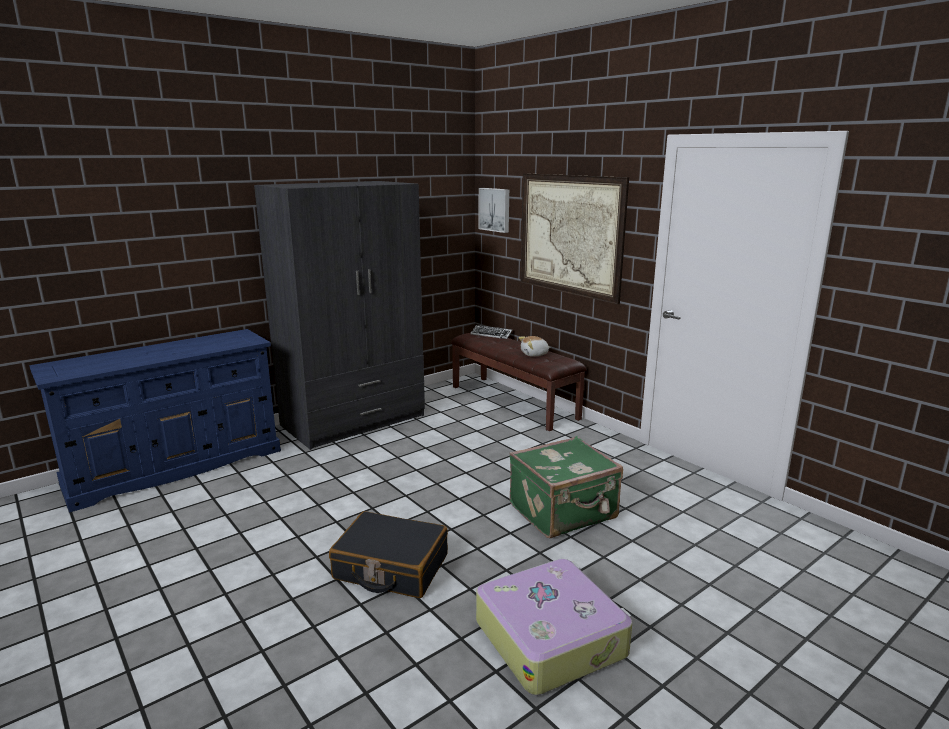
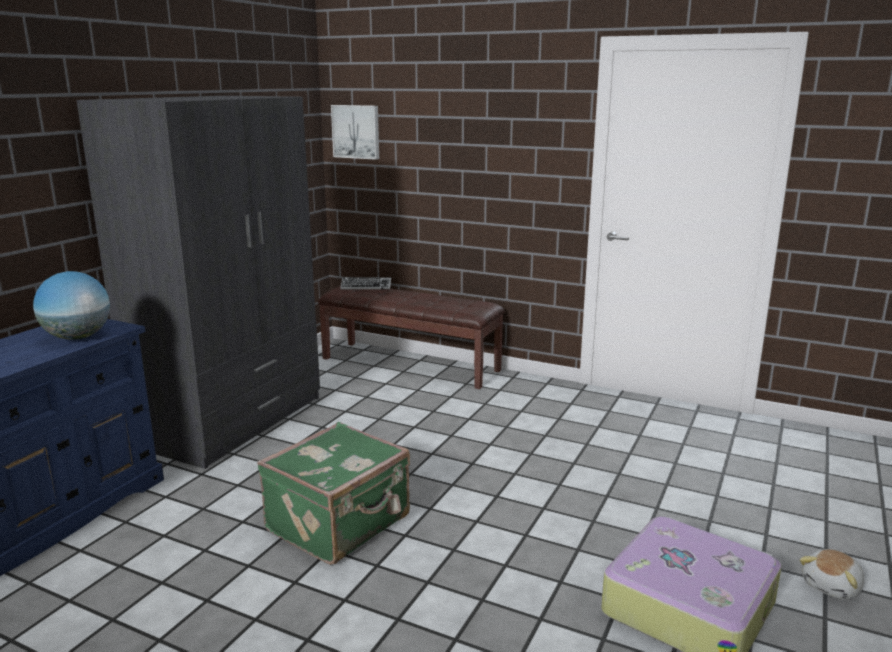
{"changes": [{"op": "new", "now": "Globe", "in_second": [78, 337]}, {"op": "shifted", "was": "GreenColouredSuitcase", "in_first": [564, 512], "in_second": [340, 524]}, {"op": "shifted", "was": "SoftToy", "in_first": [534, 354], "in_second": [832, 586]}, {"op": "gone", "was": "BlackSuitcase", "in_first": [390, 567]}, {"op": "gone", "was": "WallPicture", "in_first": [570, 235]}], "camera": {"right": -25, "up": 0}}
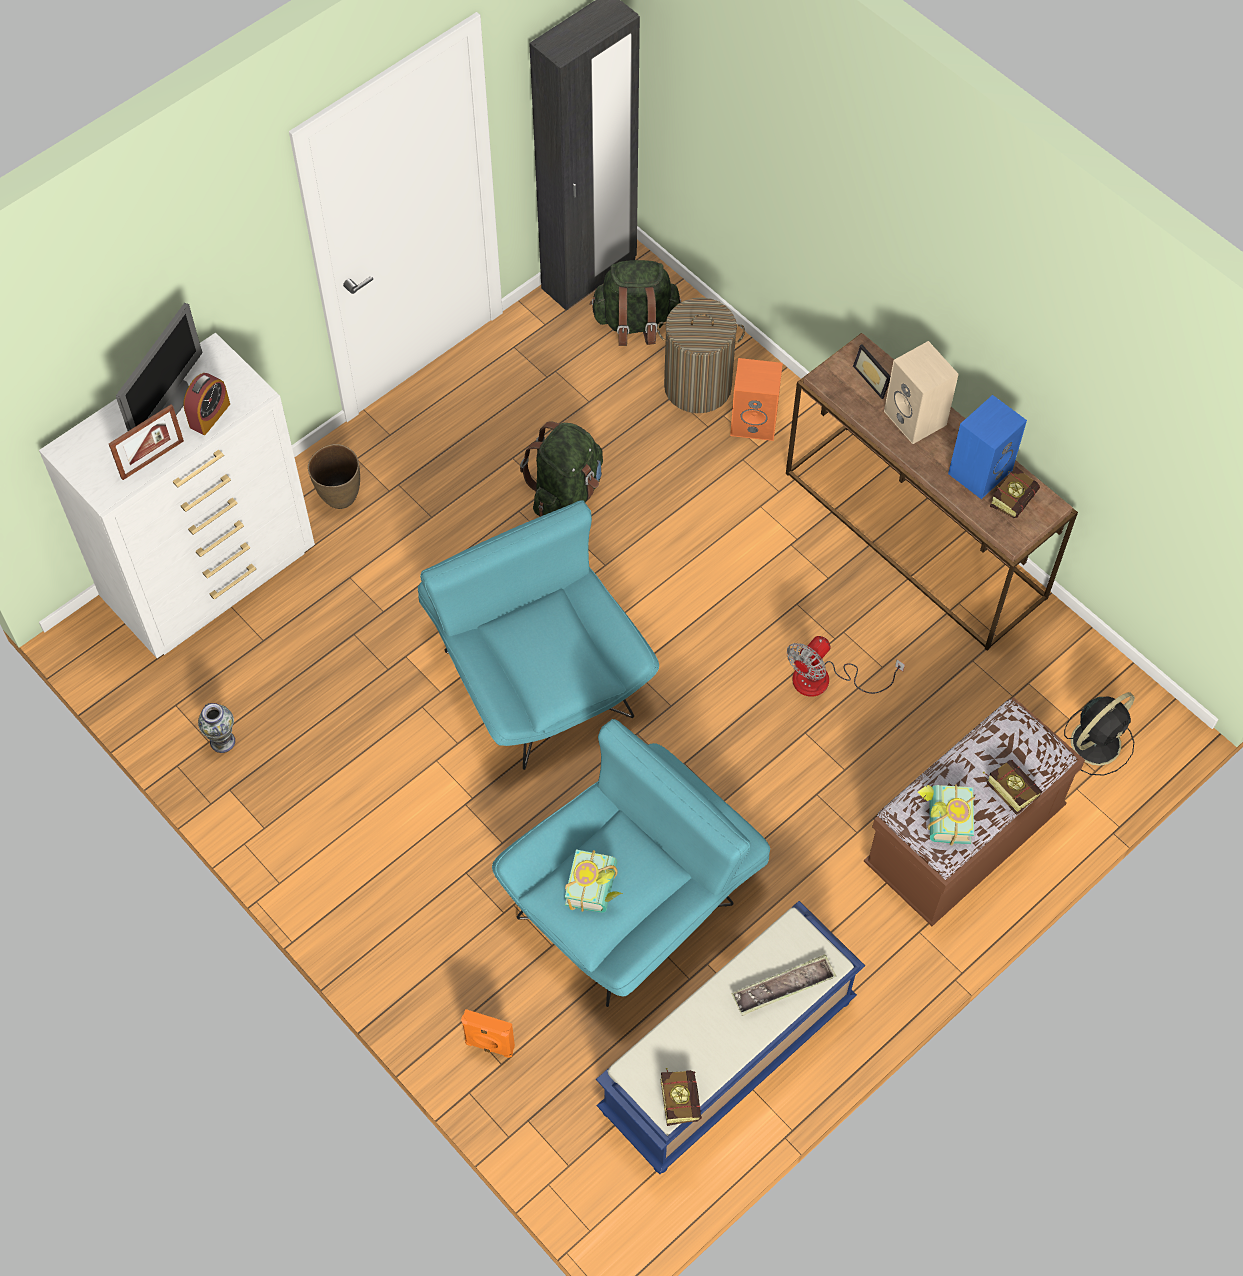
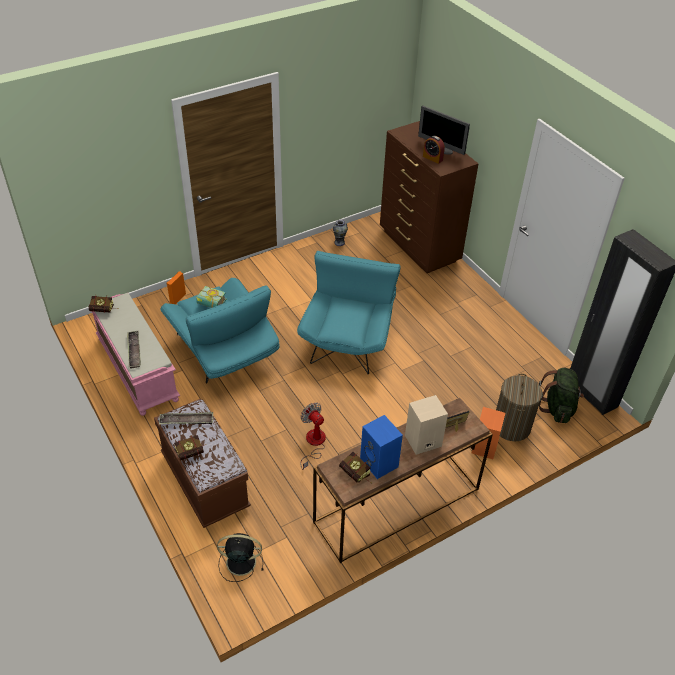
{"changes": [{"op": "repainted", "was": "BlueIndoorBench", "now": "PinkIndoorBench", "in_first": [727, 1058], "in_second": [136, 369]}, {"op": "swapped", "was": "Volume", "now": "CarryingTray", "in_first": [942, 819], "in_second": [186, 421]}, {"op": "rotated", "was": "BlackFan", "in_first": [1097, 741], "in_second": [239, 562], "clockwise": 120}, {"op": "rotated", "was": "BlueGreenEasyChair", "in_first": [535, 669], "in_second": [349, 337], "clockwise": -60}, {"op": "repainted", "was": "WhitishDresser", "now": "BrownDresser", "in_first": [212, 578], "in_second": [419, 247]}, {"op": "gone", "was": "PhotoFrame", "in_first": [152, 459]}, {"op": "gone", "was": "BrownVase", "in_first": [340, 498]}, {"op": "gone", "was": "GreenColouredKnapsack", "in_first": [566, 492]}], "camera": {"right": 100, "up": -15}}
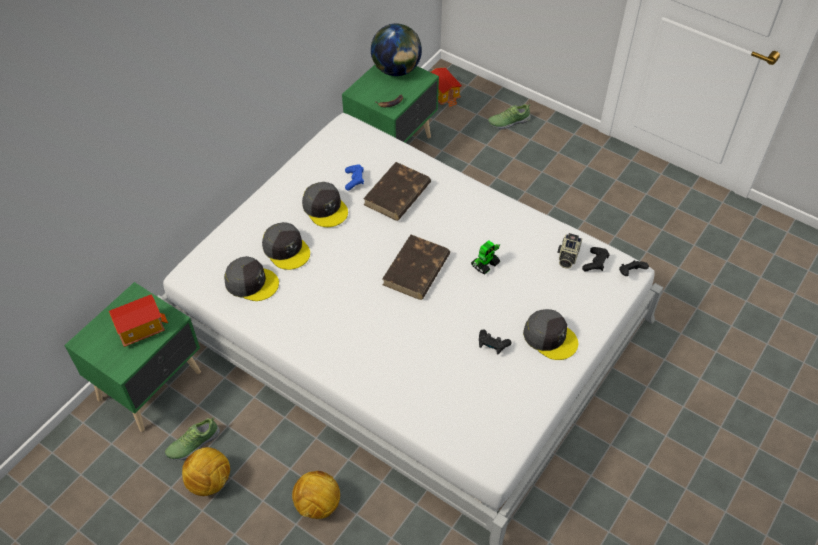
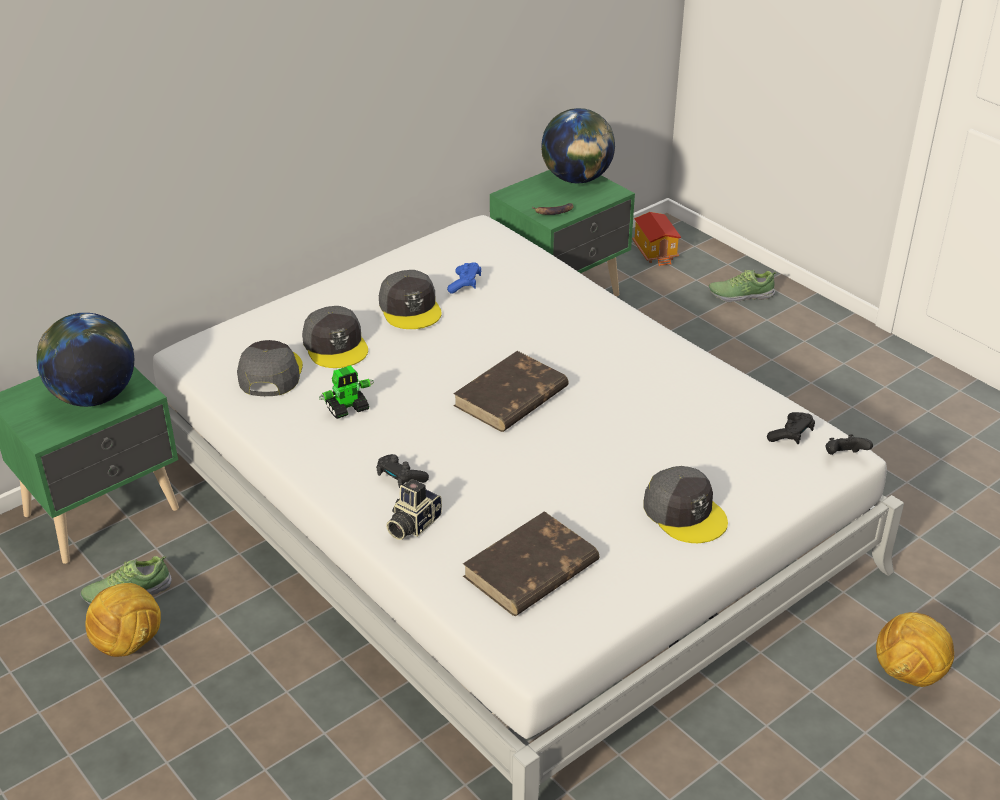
{"changes": [{"op": "swapped", "was": "MiniatureHouse", "now": "Globe", "in_first": [141, 328], "in_second": [94, 397]}, {"op": "rotated", "was": "GreyBaseballCap", "in_first": [251, 282], "in_second": [270, 374], "clockwise": -120}, {"op": "shifted", "was": "ToyRobot", "in_first": [485, 264], "in_second": [348, 408]}, {"op": "shifted", "was": "BlackGameController", "in_first": [492, 345], "in_second": [400, 478]}, {"op": "shifted", "was": "StillCamera", "in_first": [567, 256], "in_second": [412, 524]}, {"op": "shifted", "was": "BrownVolume", "in_first": [397, 194], "in_second": [530, 570]}, {"op": "shifted", "was": "Football", "in_first": [318, 505], "in_second": [908, 675]}], "camera": {"right": 15, "up": -15}}
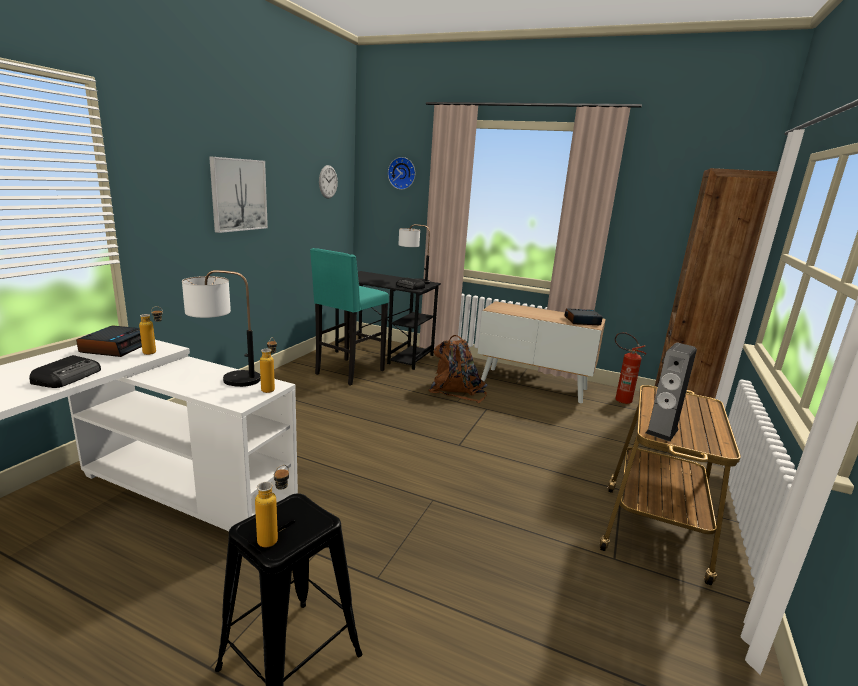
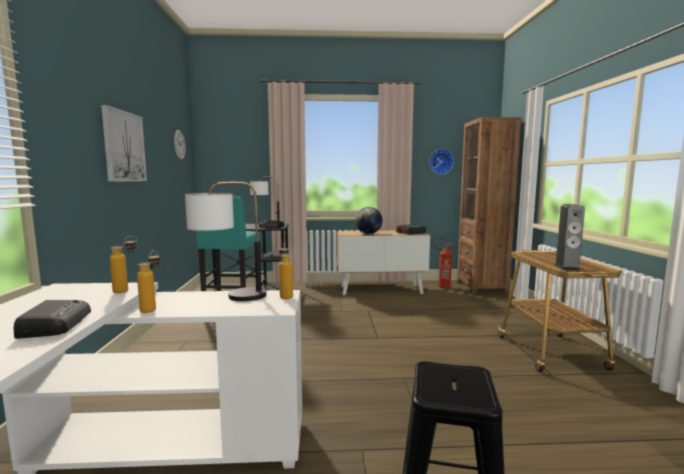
{"changes": [{"op": "shifted", "was": "Bottle", "in_first": [275, 537], "in_second": [152, 308]}, {"op": "new", "now": "Globe", "in_second": [368, 234]}, {"op": "shifted", "was": "WallClock", "in_first": [402, 173], "in_second": [440, 161]}, {"op": "gone", "was": "BedsideClock", "in_first": [115, 347]}, {"op": "gone", "was": "BrownKnapsack", "in_first": [457, 390]}], "camera": {"right": -25, "up": -10}}
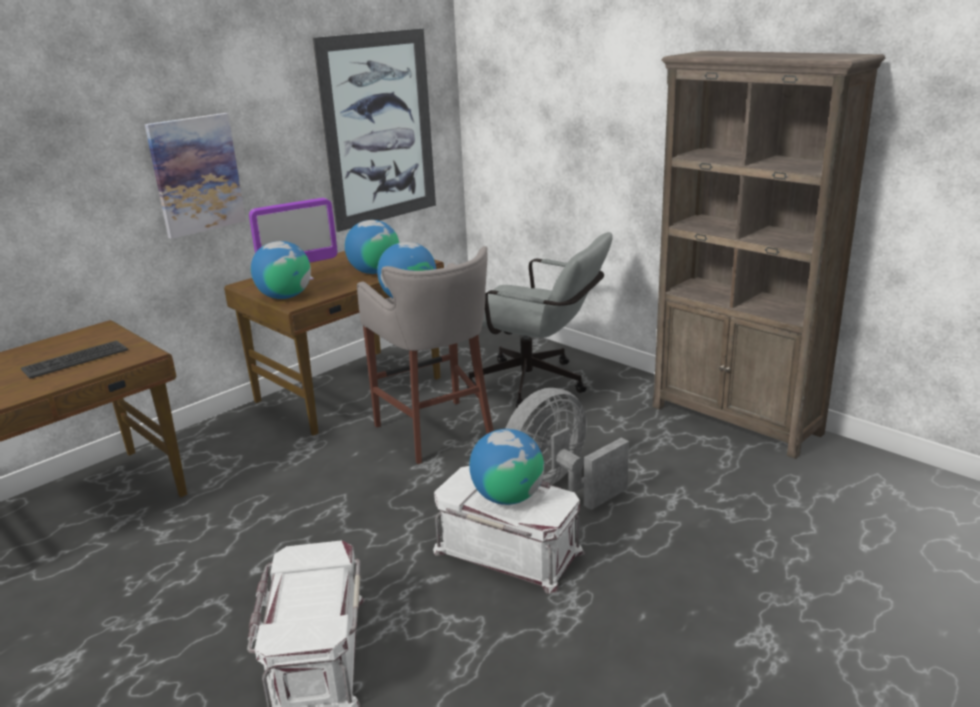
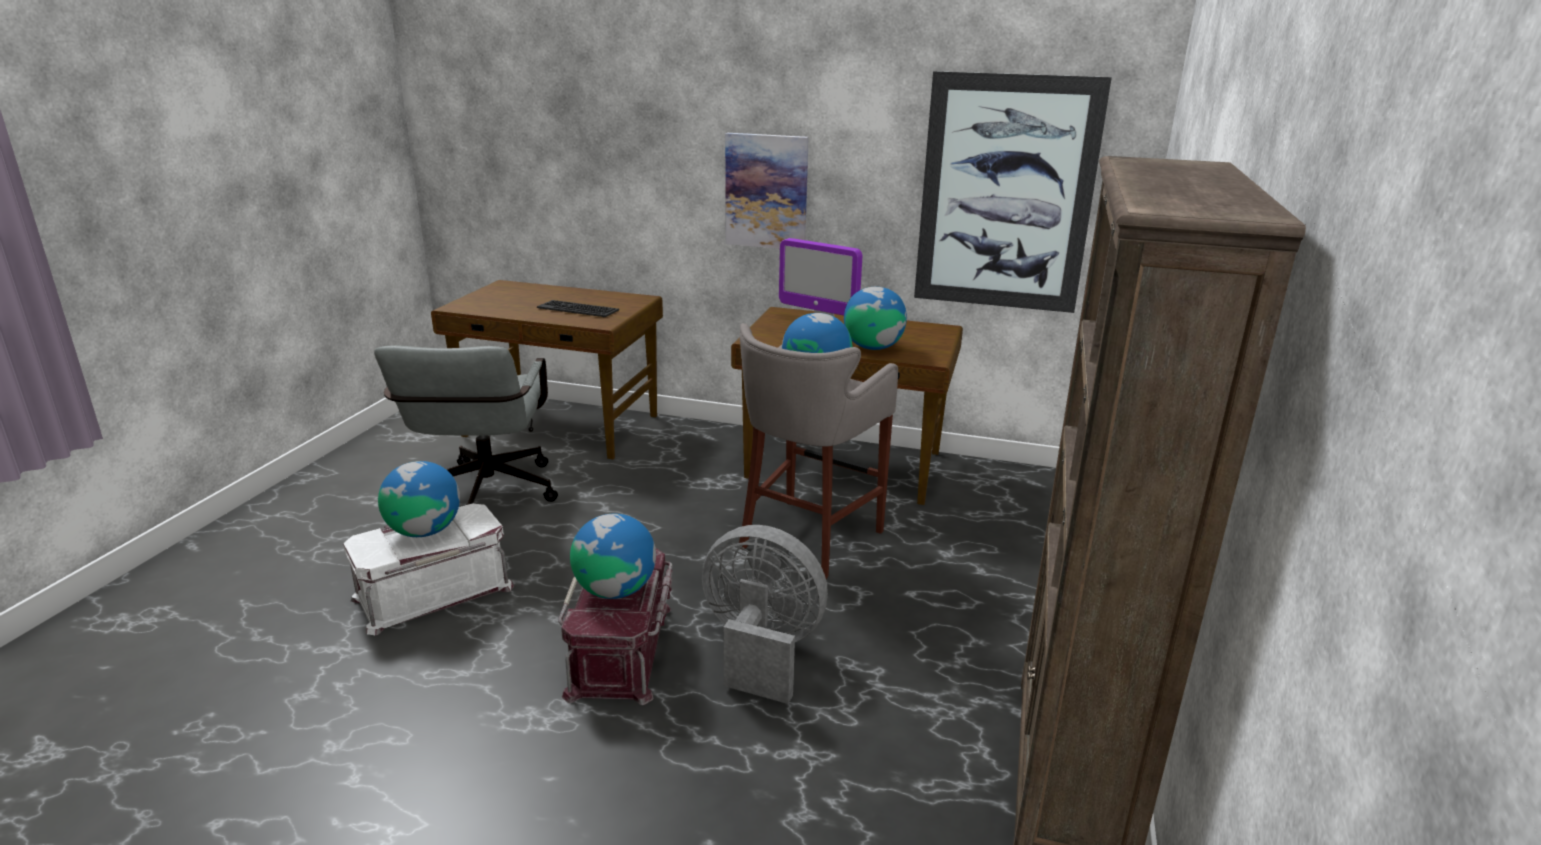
{"changes": [{"op": "shifted", "was": "GreyDeskChair", "in_first": [538, 385], "in_second": [485, 498]}, {"op": "shifted", "was": "Globe", "in_first": [285, 297], "in_second": [424, 531]}, {"op": "repainted", "was": "WhitishStorageContainer", "now": "RedStorageContainer", "in_first": [509, 550], "in_second": [622, 650]}], "camera": {"right": 60, "up": 0}}
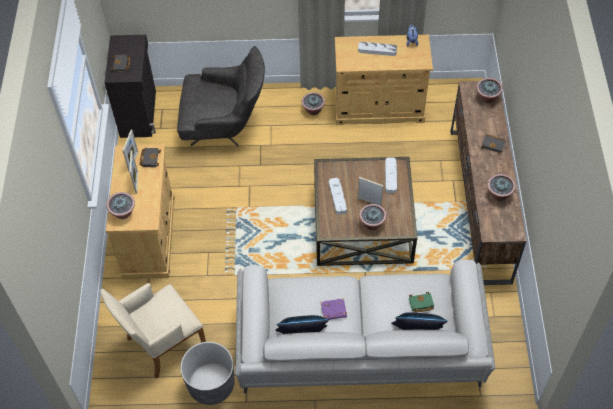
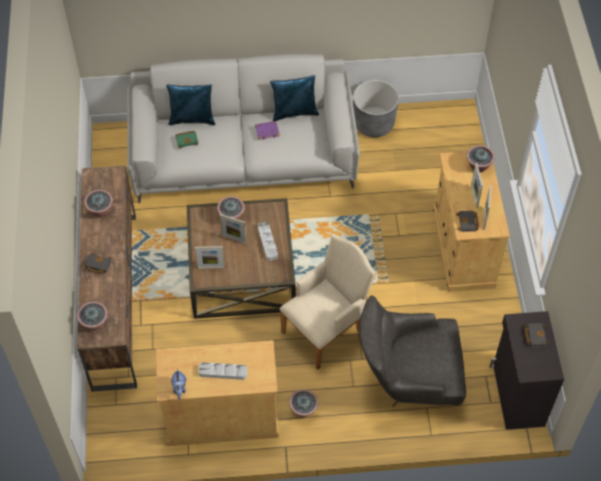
{"changes": [{"op": "swapped", "was": "GreyCarryingTray", "now": "PhotoFrame", "in_first": [390, 176], "in_second": [211, 267]}, {"op": "shifted", "was": "BeigeEasyChair", "in_first": [161, 344], "in_second": [326, 330]}], "camera": {"right": 175, "up": 0}}
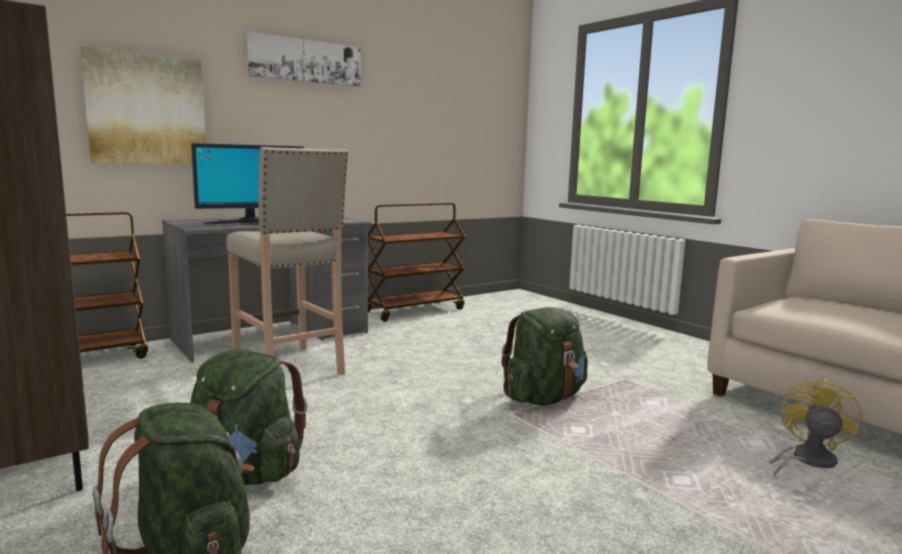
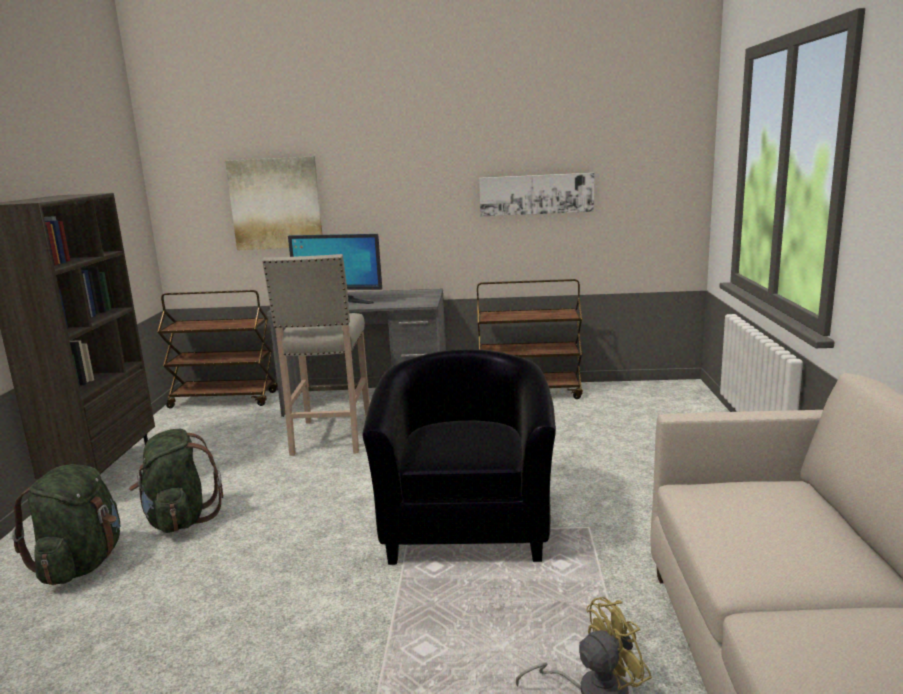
{"changes": [{"op": "swapped", "was": "GreenColouredKnapsack", "now": "BlackEasyChair", "in_first": [543, 398], "in_second": [467, 525]}, {"op": "shifted", "was": "WallPicture", "in_first": [305, 61], "in_second": [536, 194]}], "camera": {"right": 40, "up": 5}}
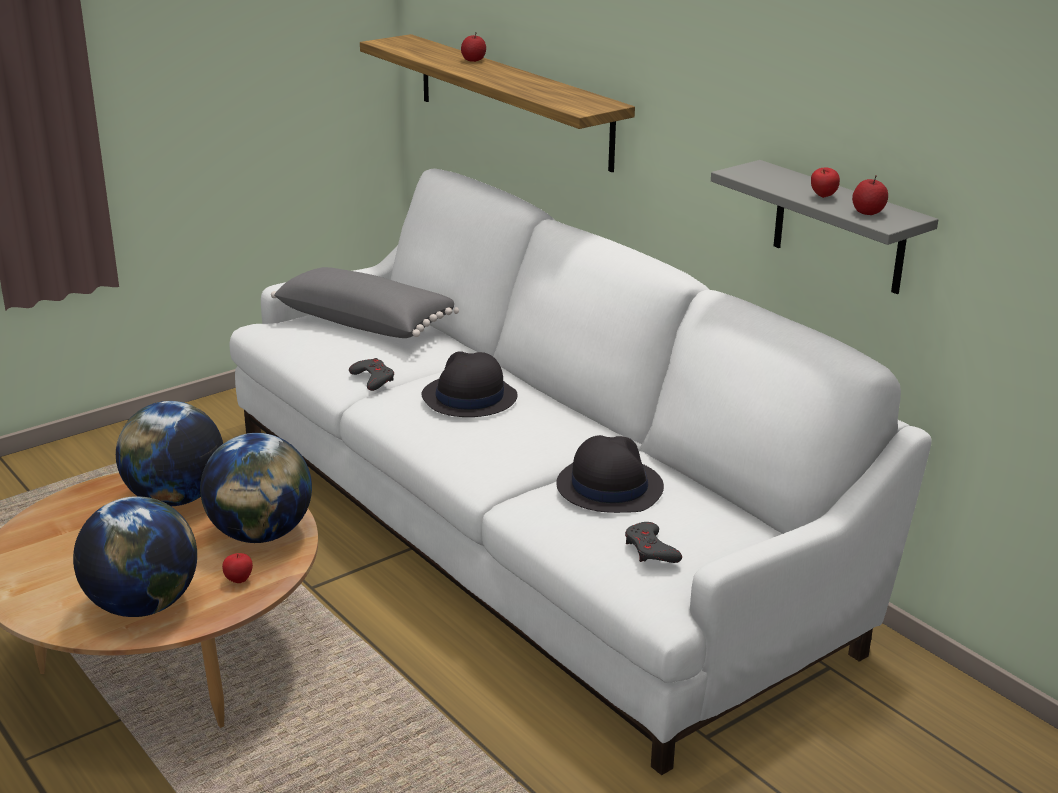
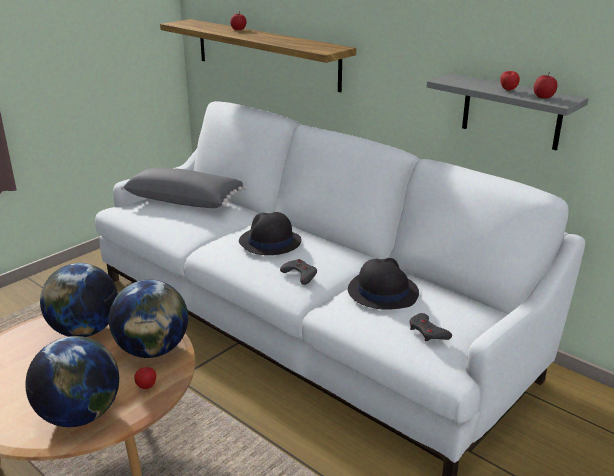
{"changes": [{"op": "shifted", "was": "GreyGameController", "in_first": [373, 379], "in_second": [300, 275]}], "camera": {"right": -10, "up": 0}}
